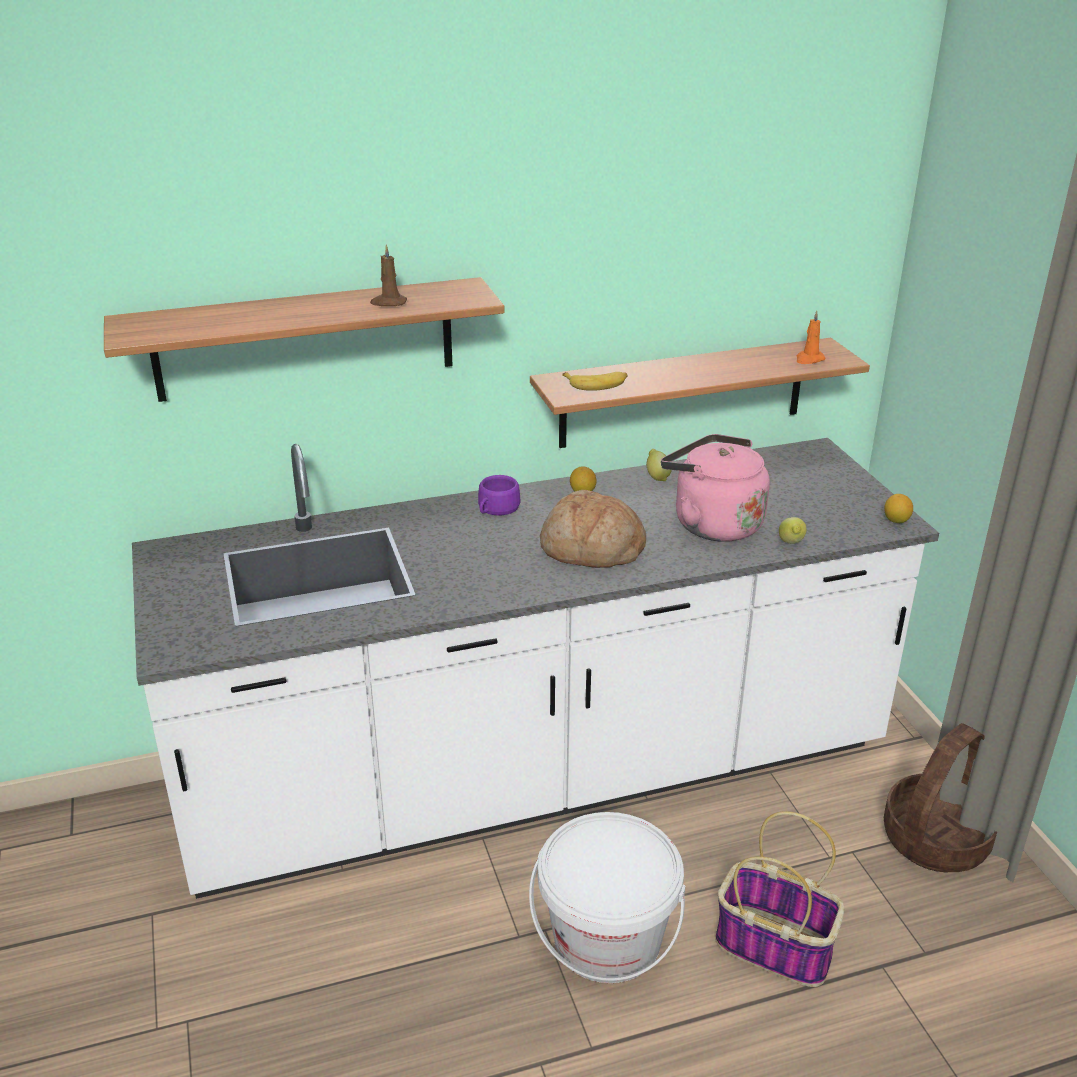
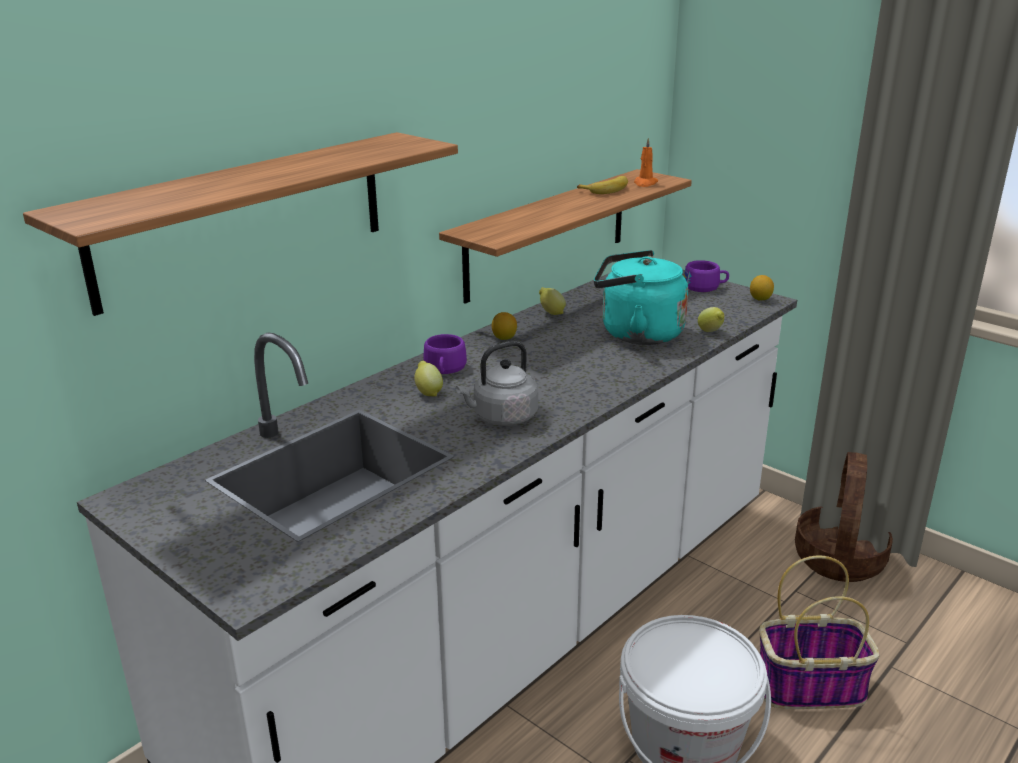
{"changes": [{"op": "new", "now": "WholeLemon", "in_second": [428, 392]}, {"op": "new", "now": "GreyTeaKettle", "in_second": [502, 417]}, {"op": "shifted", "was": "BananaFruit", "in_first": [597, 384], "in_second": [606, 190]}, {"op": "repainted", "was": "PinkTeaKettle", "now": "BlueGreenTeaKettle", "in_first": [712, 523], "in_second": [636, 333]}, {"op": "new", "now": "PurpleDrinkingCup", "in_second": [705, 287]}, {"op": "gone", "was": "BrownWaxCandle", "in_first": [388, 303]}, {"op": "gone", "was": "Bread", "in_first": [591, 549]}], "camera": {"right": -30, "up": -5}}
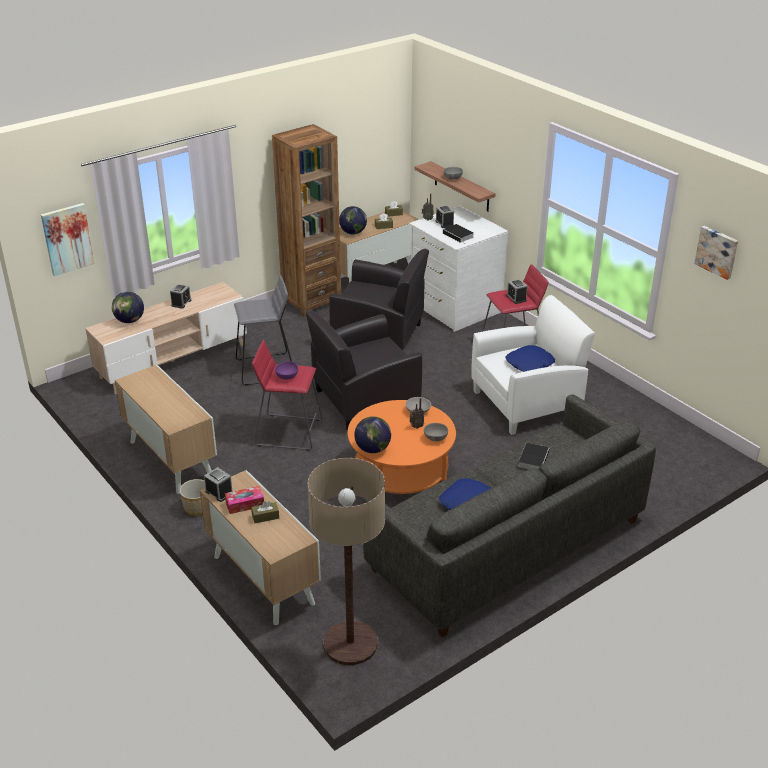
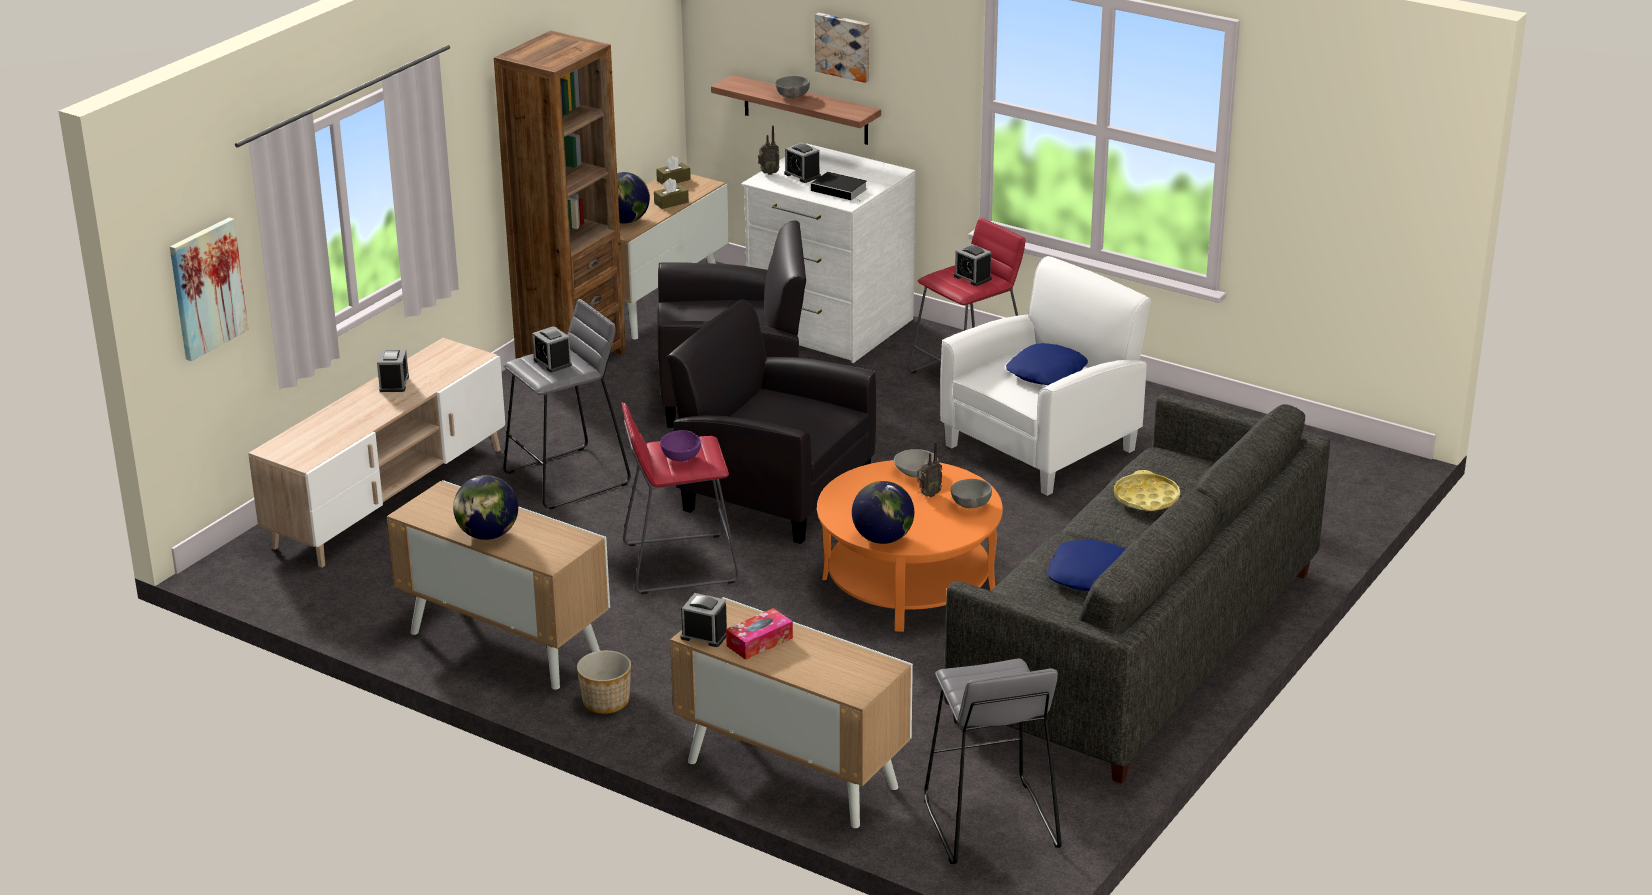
{"changes": [{"op": "shifted", "was": "Globe", "in_first": [130, 321], "in_second": [488, 535]}, {"op": "new", "now": "BedsideClock", "in_second": [552, 362]}, {"op": "rotated", "was": "BlackEasyChair", "in_first": [364, 401], "in_second": [774, 494], "clockwise": 75}, {"op": "shifted", "was": "WallPicture", "in_first": [717, 251], "in_second": [844, 46]}, {"op": "swapped", "was": "StandingLamp", "now": "GreySittingStool", "in_first": [350, 644], "in_second": [989, 824]}, {"op": "swapped", "was": "Volume", "now": "YellowCarryingTray", "in_first": [533, 458], "in_second": [1146, 498]}, {"op": "gone", "was": "BrownTissueHolder", "in_first": [265, 516]}], "camera": {"right": -20, "up": -5}}
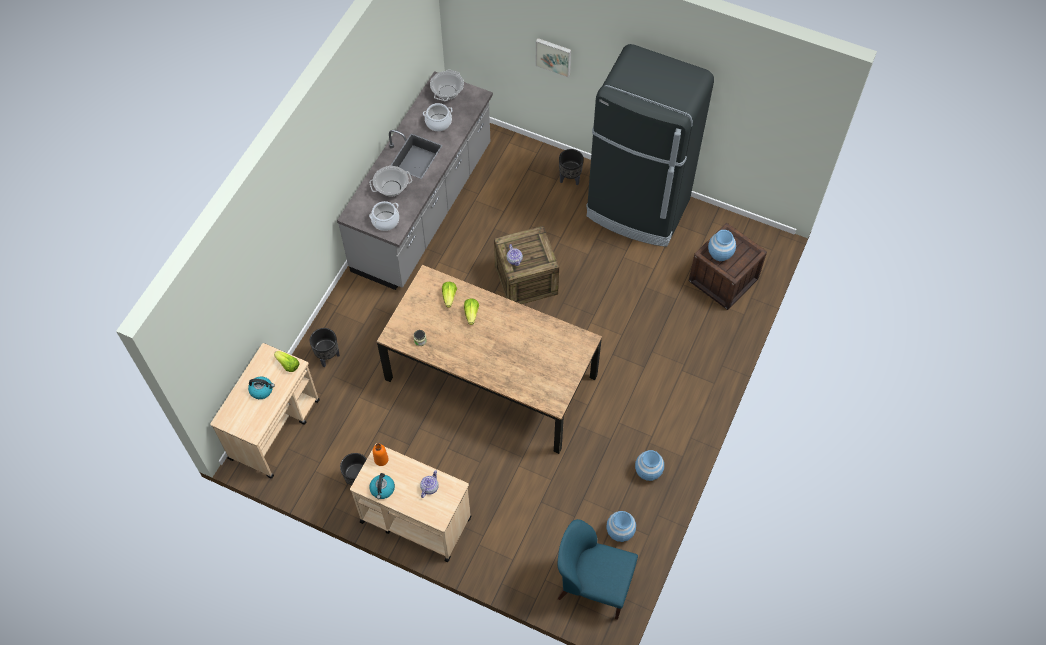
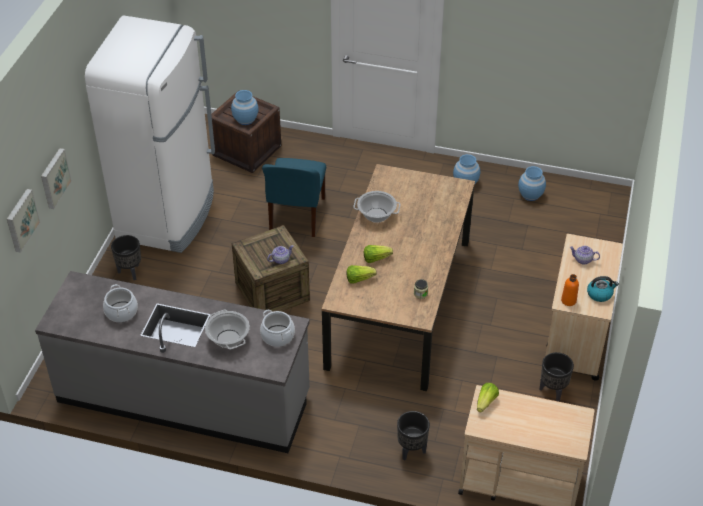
{"changes": [{"op": "new", "now": "WallPicture", "in_second": [21, 220]}, {"op": "repainted", "was": "BlackKitchenFridge", "now": "WhitishKitchenFridge", "in_first": [638, 209], "in_second": [167, 215]}, {"op": "shifted", "was": "BlueChair", "in_first": [593, 585], "in_second": [296, 216]}, {"op": "shifted", "was": "Stockpot", "in_first": [447, 92], "in_second": [376, 215]}, {"op": "gone", "was": "TeaKettle", "in_first": [262, 390]}], "camera": {"right": -100, "up": -15}}
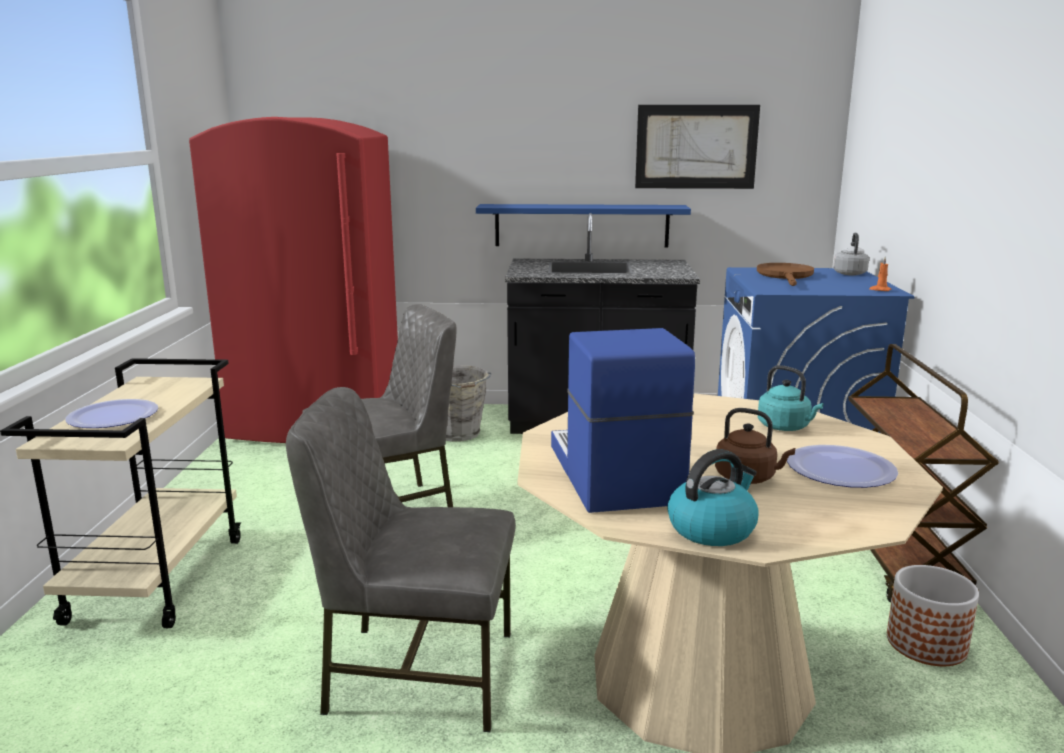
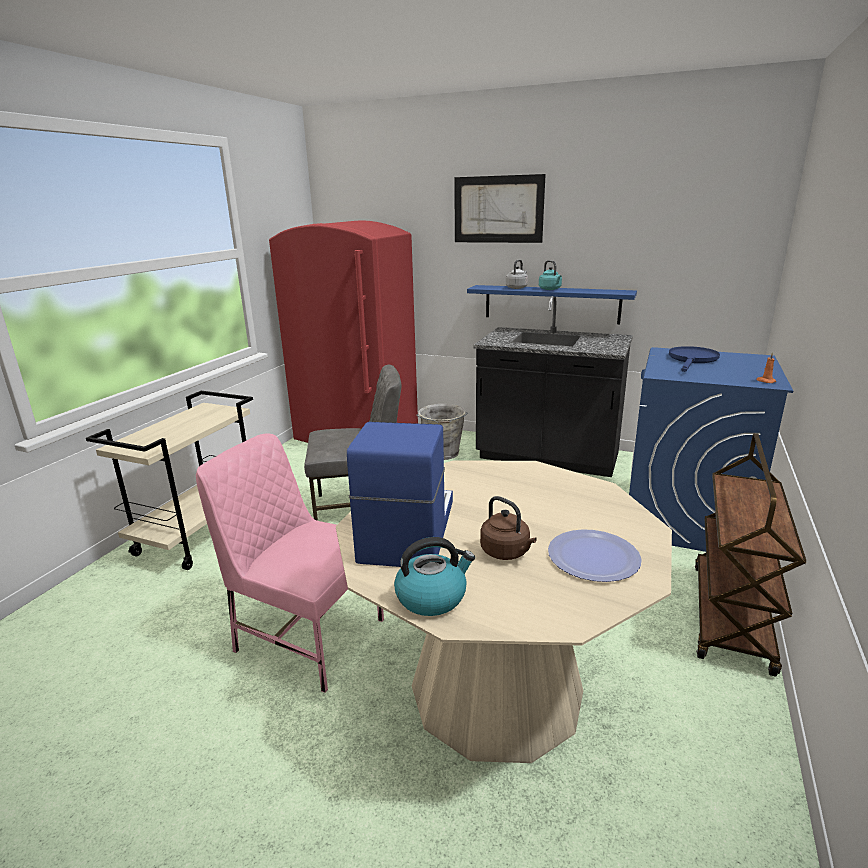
{"changes": [{"op": "repainted", "was": "GreyChair", "now": "PinkChair", "in_first": [417, 673], "in_second": [307, 635]}, {"op": "shifted", "was": "WallPicture", "in_first": [696, 147], "in_second": [498, 209]}, {"op": "shifted", "was": "GreyTeaKettle", "in_first": [849, 273], "in_second": [517, 288]}, {"op": "shifted", "was": "BlueGreenTeaKettle", "in_first": [785, 427], "in_second": [550, 289]}, {"op": "repainted", "was": "BrownFryingPan", "now": "BlueFryingPan", "in_first": [786, 276], "in_second": [692, 360]}, {"op": "gone", "was": "Plate", "in_first": [113, 416]}, {"op": "gone", "was": "FlowerPot", "in_first": [925, 644]}], "camera": {"right": 20, "up": 5}}
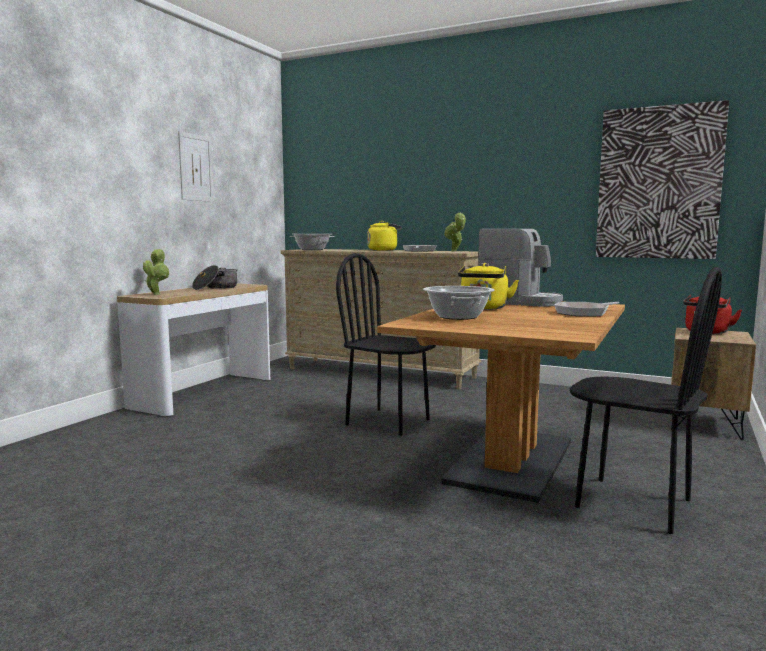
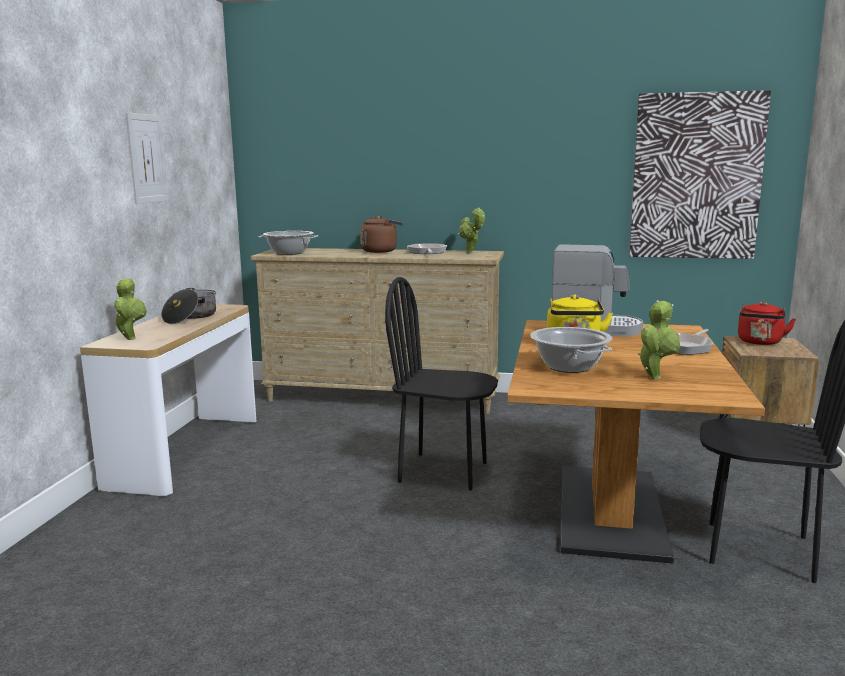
{"changes": [{"op": "repainted", "was": "YellowTeaKettle", "now": "BrownTeaKettle", "in_first": [384, 250], "in_second": [381, 251]}, {"op": "new", "now": "PlantInAPot", "in_second": [655, 376]}], "camera": {"right": -15, "up": 5}}
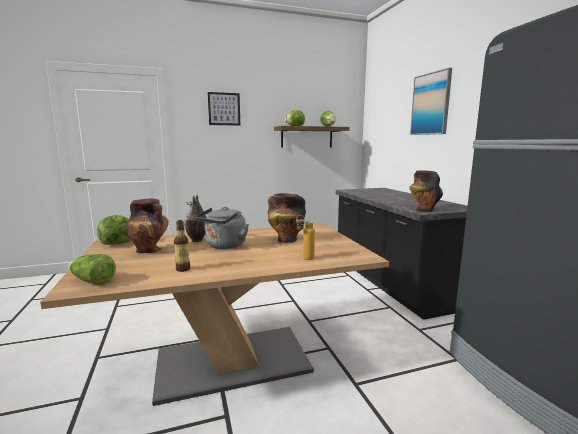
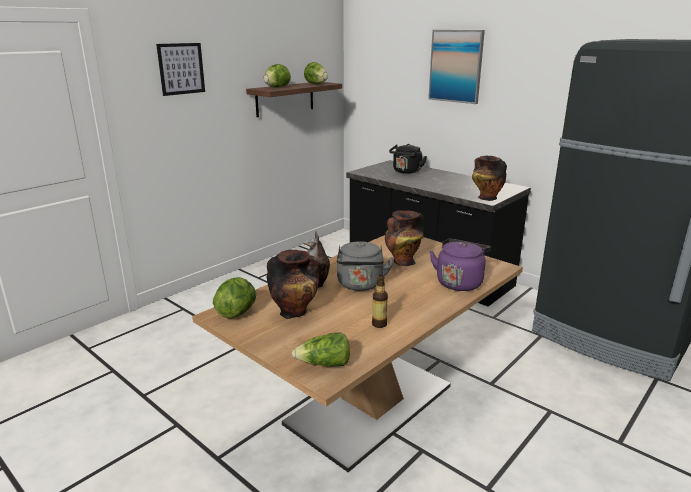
{"changes": [{"op": "new", "now": "BlackTeaKettle", "in_second": [406, 172]}, {"op": "swapped", "was": "Bottle", "now": "PurpleTeaKettle", "in_first": [304, 259], "in_second": [459, 282]}], "camera": {"right": -30, "up": 10}}
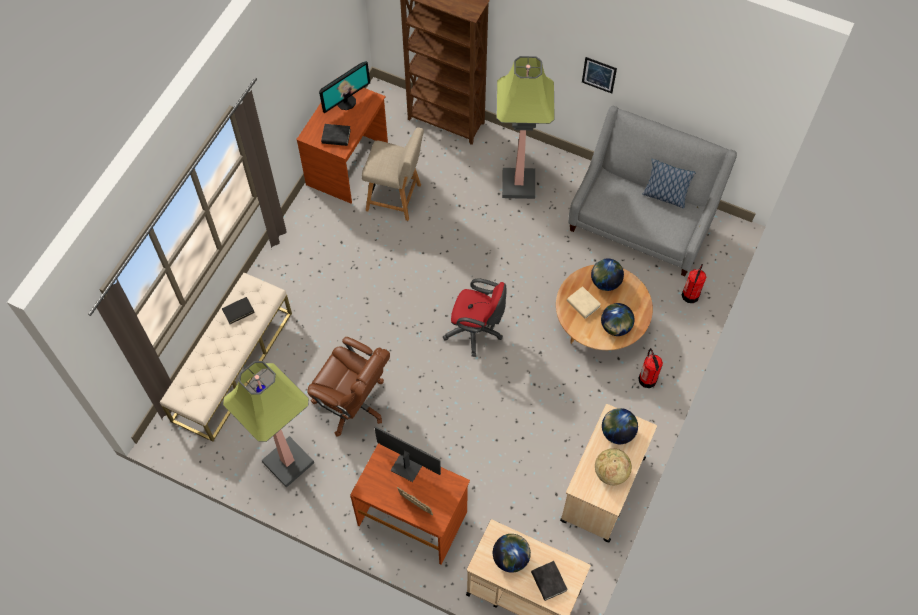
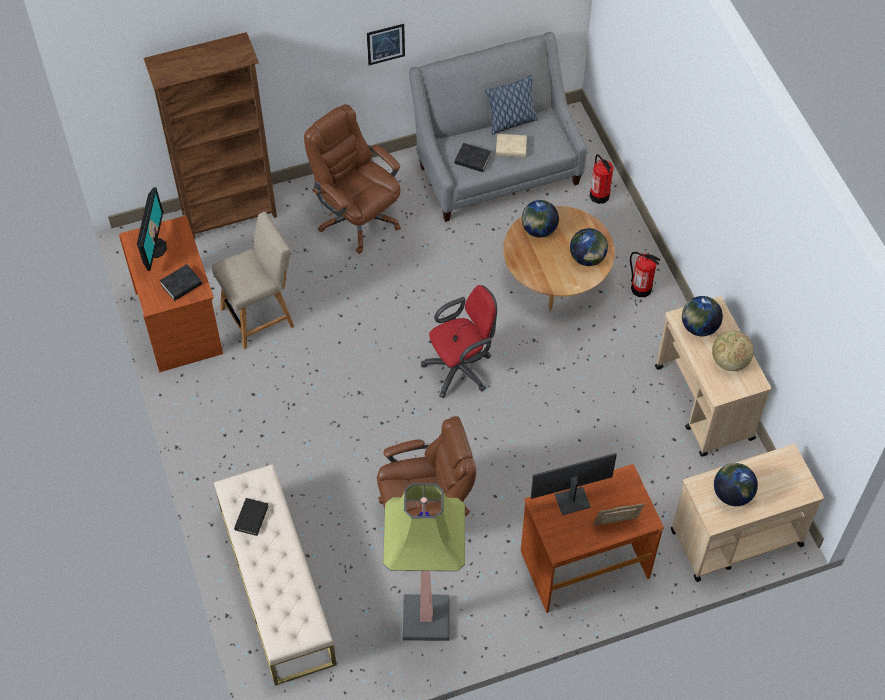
{"changes": [{"op": "swapped", "was": "StandingLamp", "now": "BrownDeskChair", "in_first": [519, 184], "in_second": [357, 218]}, {"op": "shifted", "was": "BlackVolume", "in_first": [548, 581], "in_second": [472, 160]}, {"op": "shifted", "was": "BeigeVolume", "in_first": [583, 304], "in_second": [511, 148]}], "camera": {"right": -45, "up": -5}}
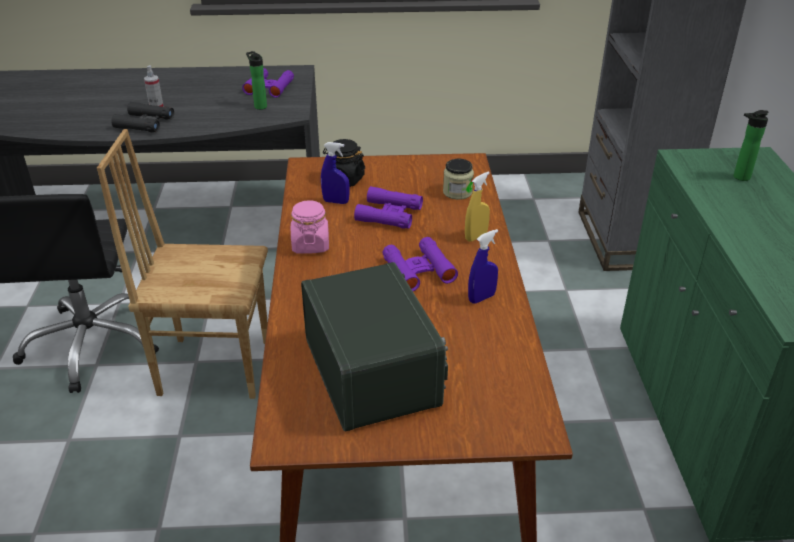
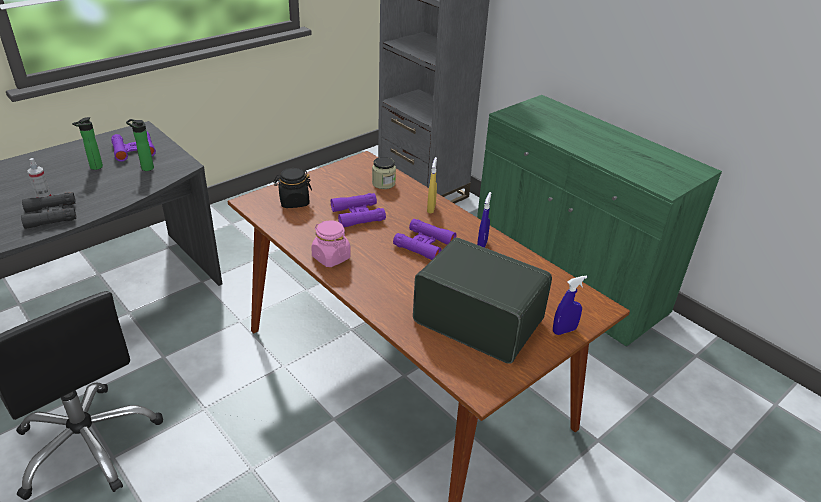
{"changes": [{"op": "shifted", "was": "Bottle", "in_first": [739, 177], "in_second": [94, 167]}, {"op": "shifted", "was": "BlueSprayer", "in_first": [336, 202], "in_second": [564, 330]}, {"op": "gone", "was": "BrownChair", "in_first": [214, 366]}], "camera": {"right": -40, "up": 0}}
